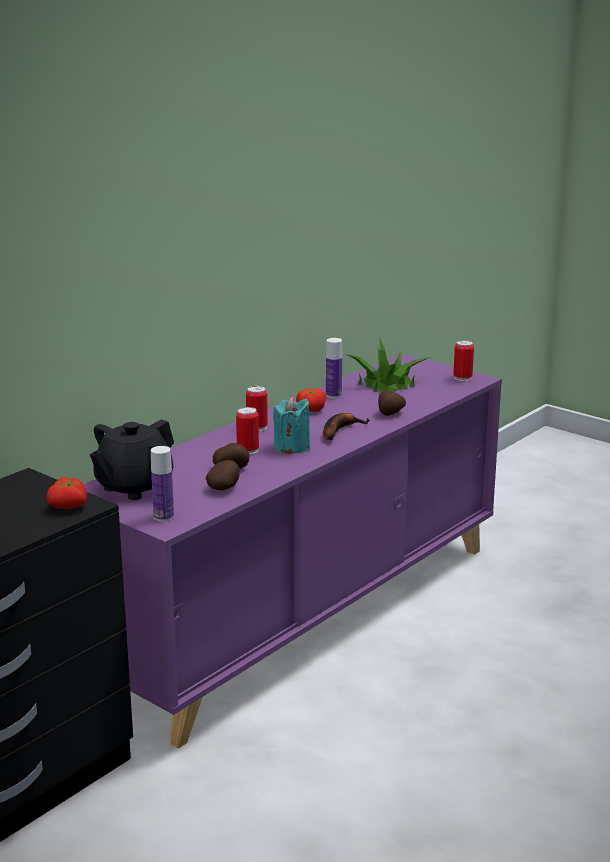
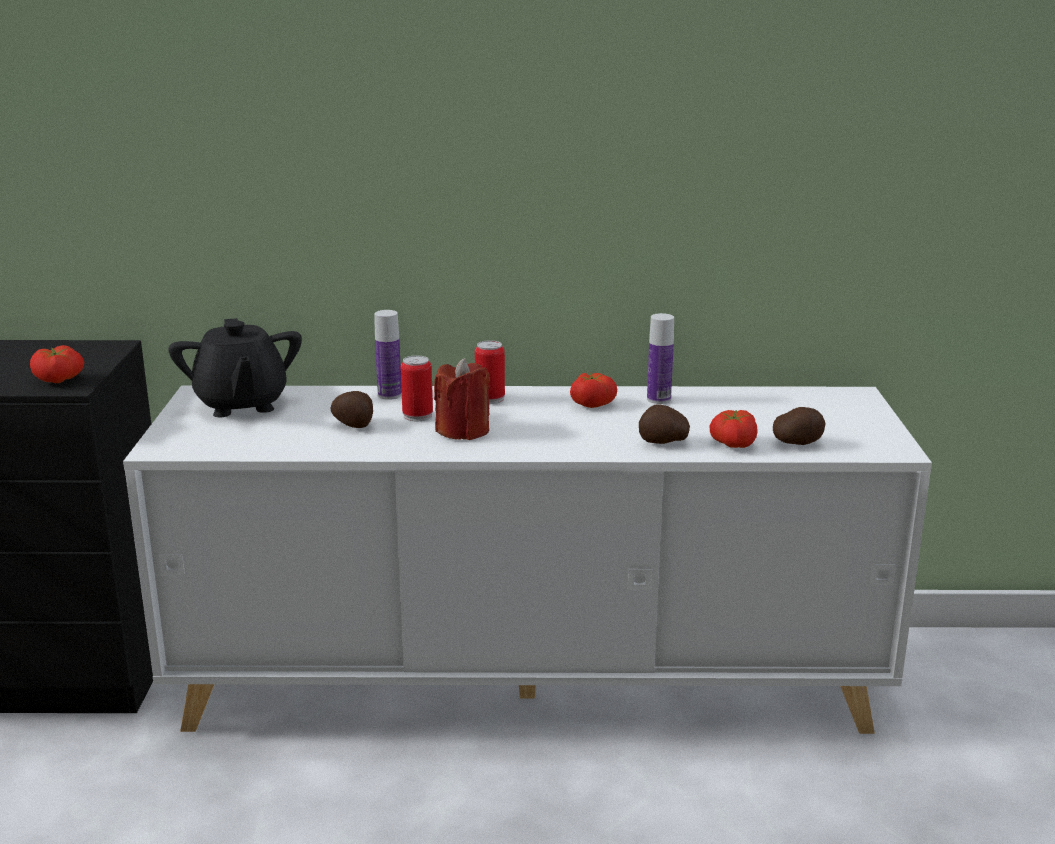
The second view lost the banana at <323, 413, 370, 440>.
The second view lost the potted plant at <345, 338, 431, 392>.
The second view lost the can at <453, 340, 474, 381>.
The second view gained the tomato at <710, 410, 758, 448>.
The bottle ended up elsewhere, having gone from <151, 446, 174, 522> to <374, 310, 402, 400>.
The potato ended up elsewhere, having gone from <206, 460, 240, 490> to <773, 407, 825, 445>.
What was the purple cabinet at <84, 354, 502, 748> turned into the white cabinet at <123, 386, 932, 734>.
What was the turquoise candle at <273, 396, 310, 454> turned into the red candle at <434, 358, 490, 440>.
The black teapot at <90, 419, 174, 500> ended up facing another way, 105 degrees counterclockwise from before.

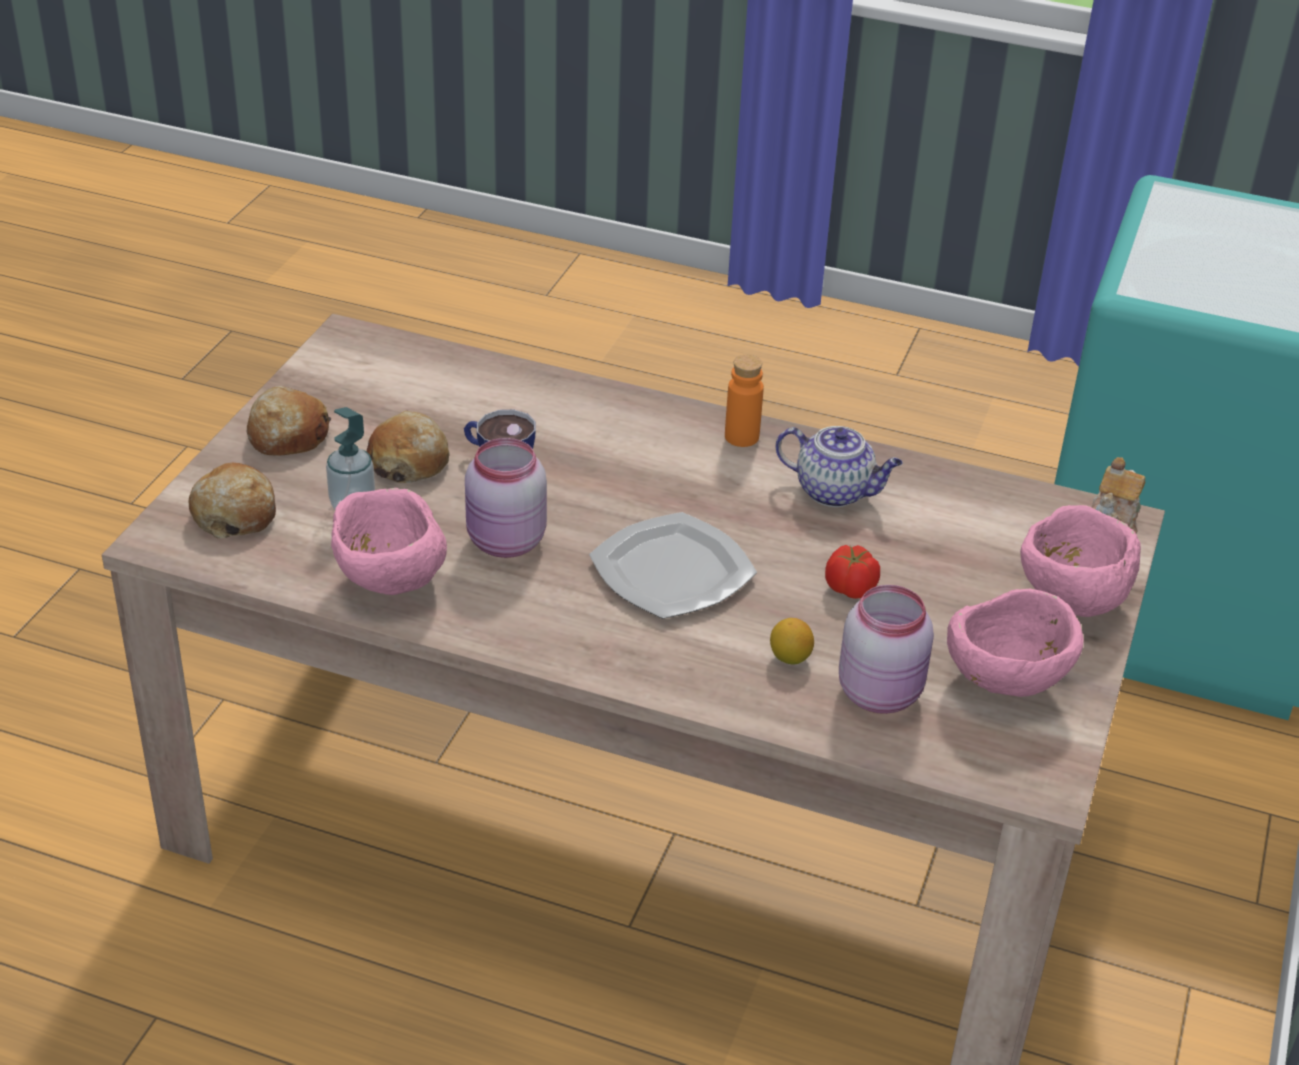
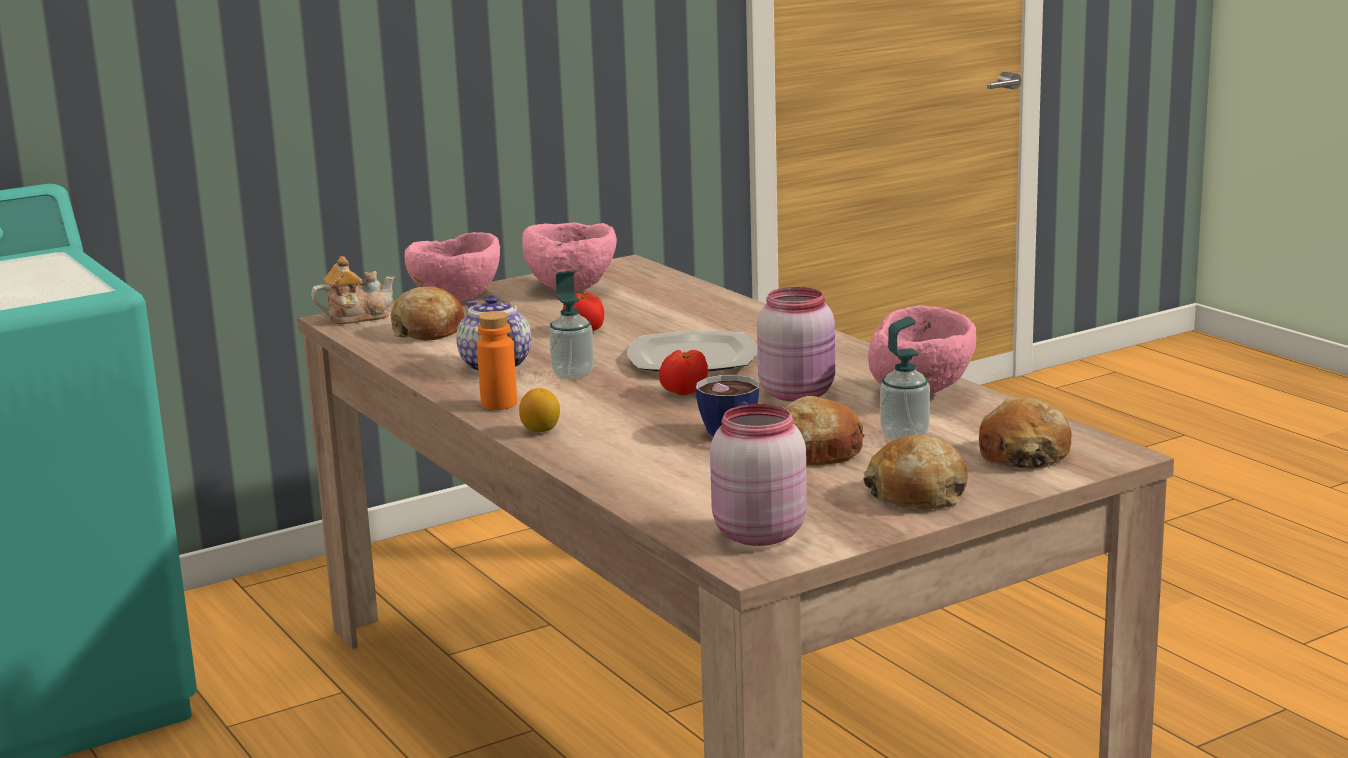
The second view gained the bread at <390, 286, 464, 341>.
The second view gained the soap dispenser at <549, 270, 594, 379>.
The second view gained the tomato at <659, 350, 708, 396>.
The lemon ended up elsewhere, having gone from <770, 618, 814, 665> to <519, 388, 560, 432>.
The pink jar ended up elsewhere, having gone from <839, 585, 934, 714> to <710, 404, 807, 546>.

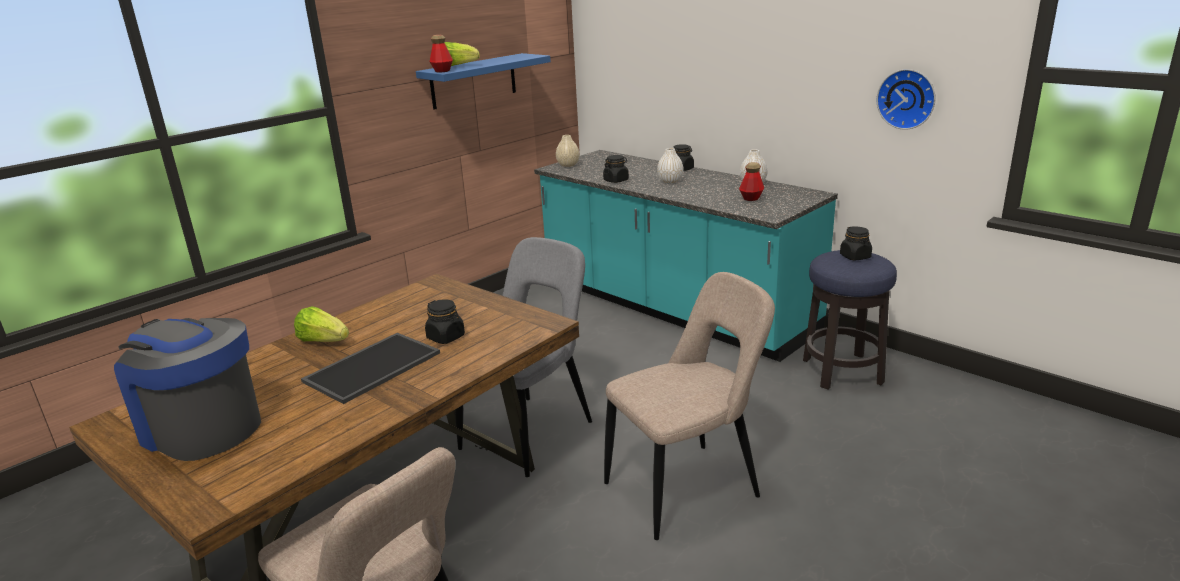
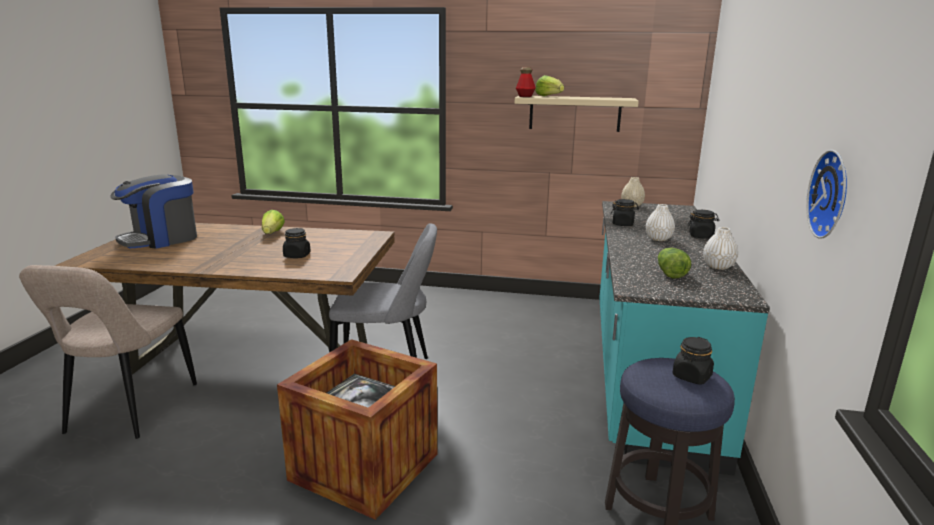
The second view lost the tray at <301, 333, 440, 404>.
Where the beige chair stood at <604, 272, 775, 540>, the crate came to stand at <277, 339, 437, 520>.
Where the bottle stood at <739, 162, 764, 201>, the lettuce came to stand at <658, 248, 691, 278>.
What was the blue shelf at <416, 53, 551, 110> turned into the beige shelf at <515, 96, 639, 132>.
The coffee machine at <114, 318, 261, 461> ended up facing another way, 135 degrees counterclockwise from before.

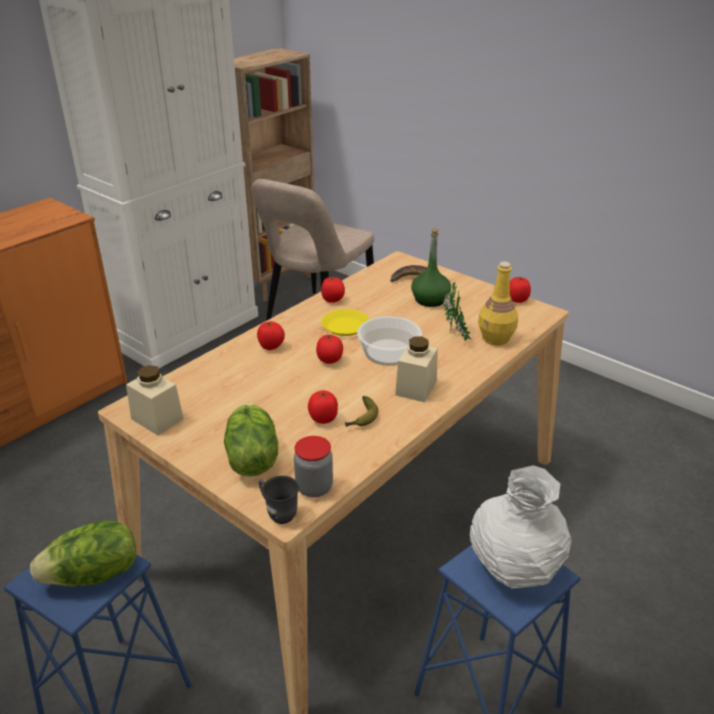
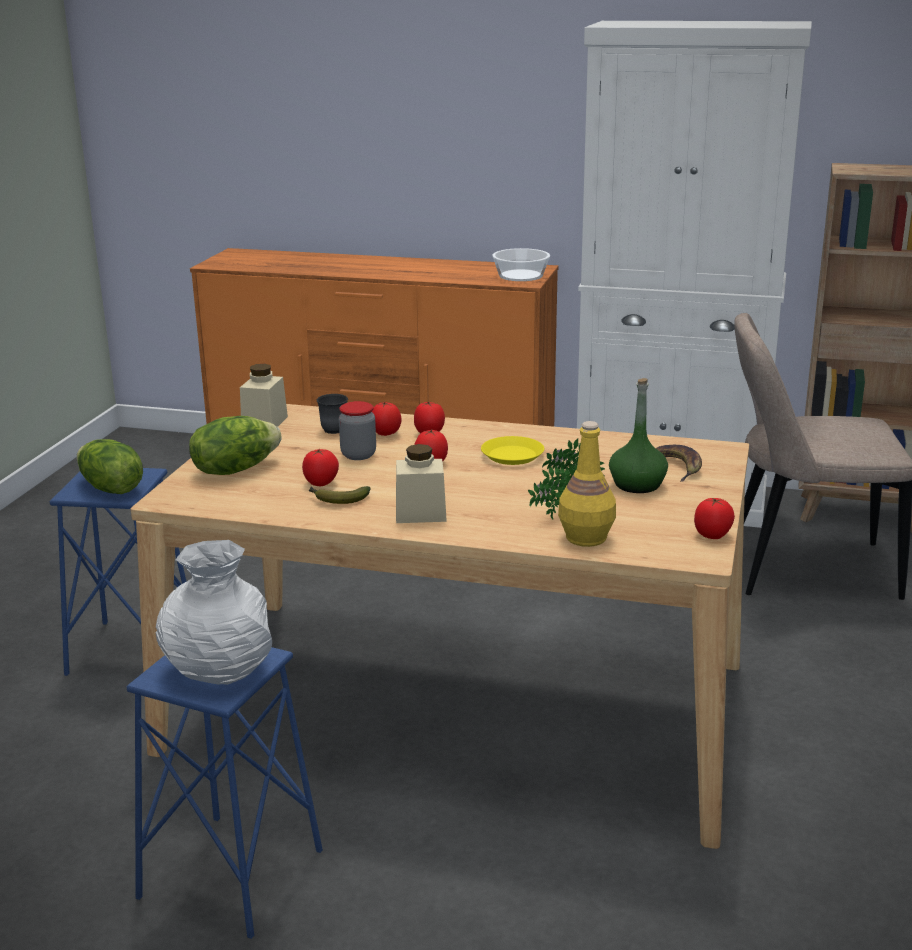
The grey mug ended up elsewhere, having gone from <259, 476, 299, 524> to <317, 394, 348, 434>.
The jar ended up elsewhere, having gone from <294, 436, 333, 497> to <339, 401, 376, 460>.
The tomato ended up elsewhere, having gone from <321, 277, 345, 303> to <372, 402, 401, 436>.
The bowl ended up elsewhere, having gone from <357, 316, 422, 366> to <492, 248, 550, 281>.

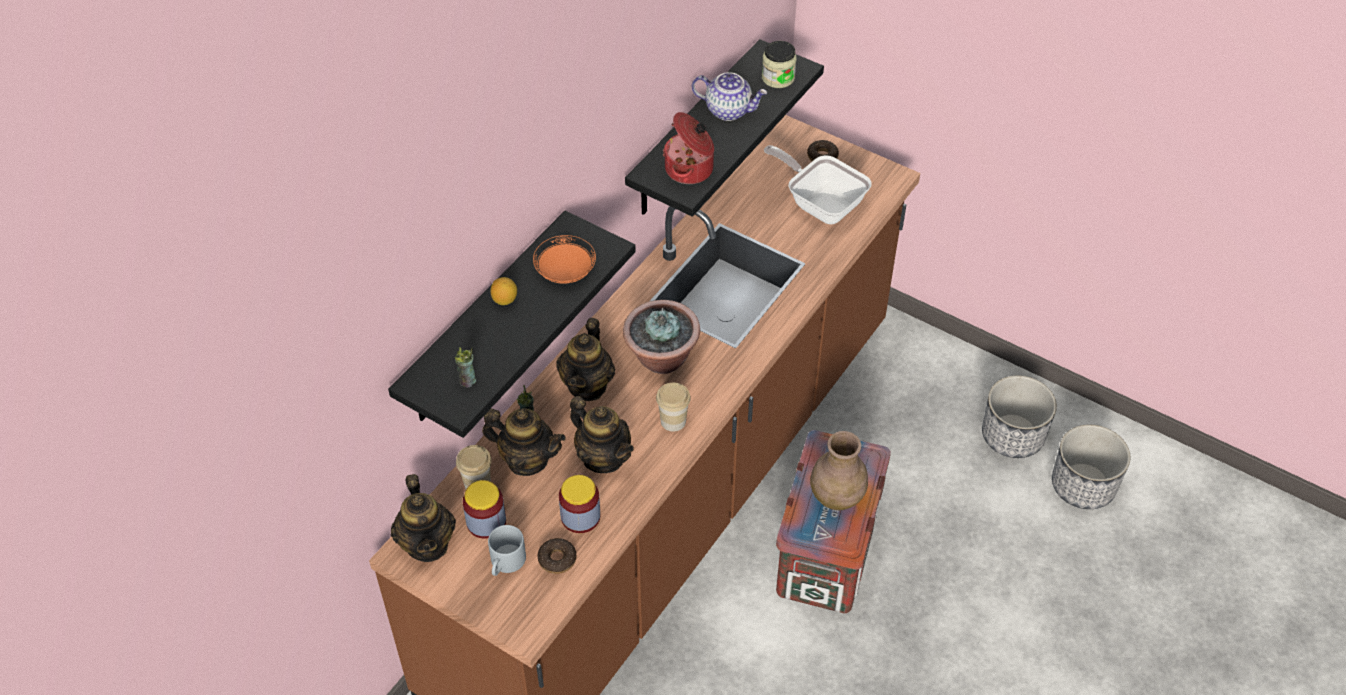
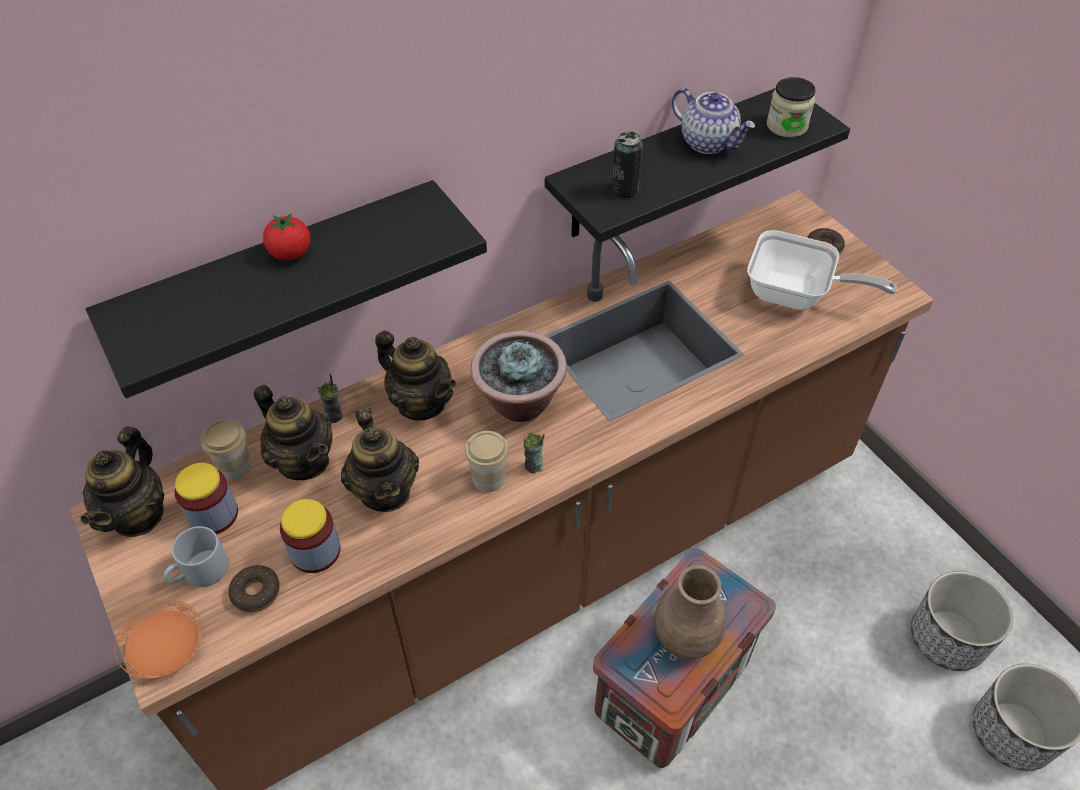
The cup ended up elsewhere, having gone from <455, 347, 476, 387> to <523, 429, 545, 474>.
The orange plate ended up elsewhere, having gone from <533, 235, 596, 284> to <115, 600, 203, 679>.
Where the lemon stood at <490, 277, 517, 305>, the tomato came to stand at <263, 213, 311, 260>.
Where the cooking pot stood at <663, 112, 714, 184>, the can came to stand at <612, 132, 643, 199>.
The teapot at <556, 318, 615, 401> ended up facing another way, 90 degrees counterclockwise from before.
The frying pan at <764, 145, 872, 224> ended up facing another way, 135 degrees clockwise from before.

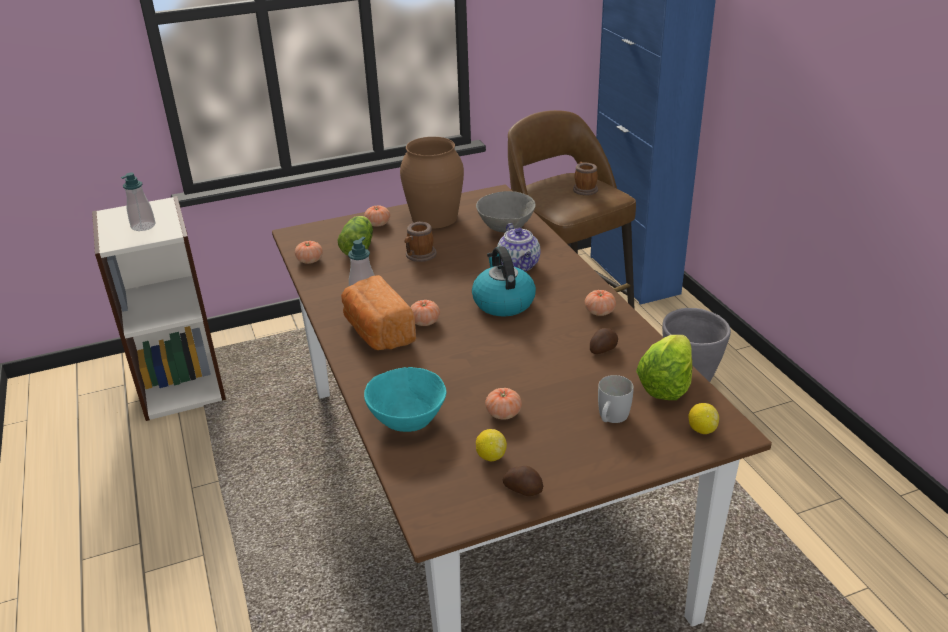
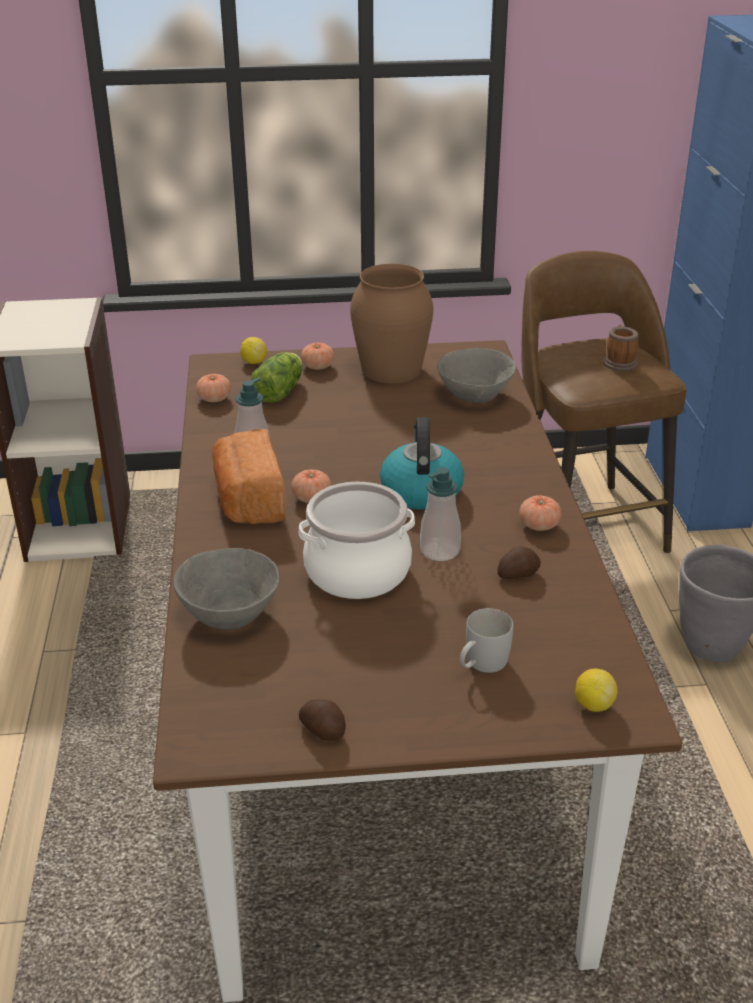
The second view lost the mug at <405, 222, 437, 262>.
The second view lost the tomato at <485, 388, 522, 420>.
The second view lost the teapot at <497, 223, 540, 271>.
The second view lost the lettuce at <636, 335, 692, 400>.
The second view gained the cooking pot at <299, 482, 415, 599>.
The soap dispenser ended up elsewhere, having gone from <121, 173, 156, 231> to <420, 467, 461, 561>.
The lemon ended up elsewhere, having gone from <476, 429, 507, 461> to <240, 337, 267, 364>.
What was the turquoise bowl at <364, 367, 446, 432> turned into the grey bowl at <173, 548, 279, 630>.

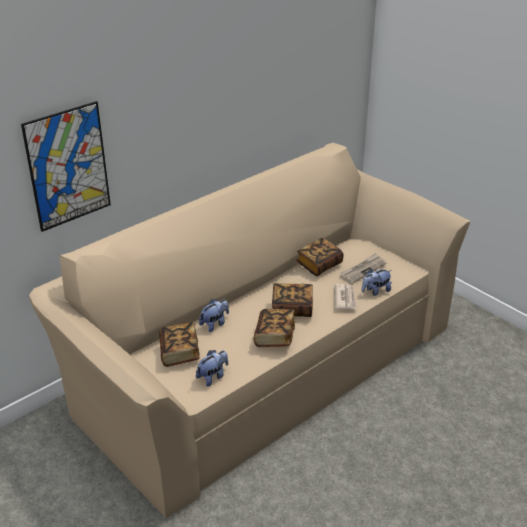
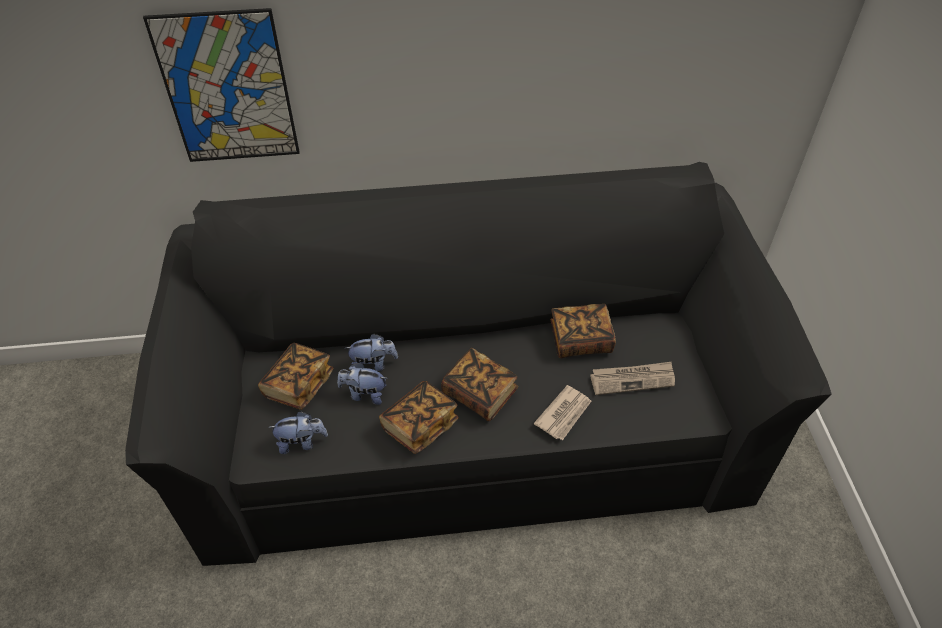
The plush toy ended up elsewhere, having gone from <362, 268, 392, 296> to <337, 362, 388, 405>.
What was the beige sofa at <29, 143, 471, 518> turned into the black sofa at <125, 162, 832, 566>.

